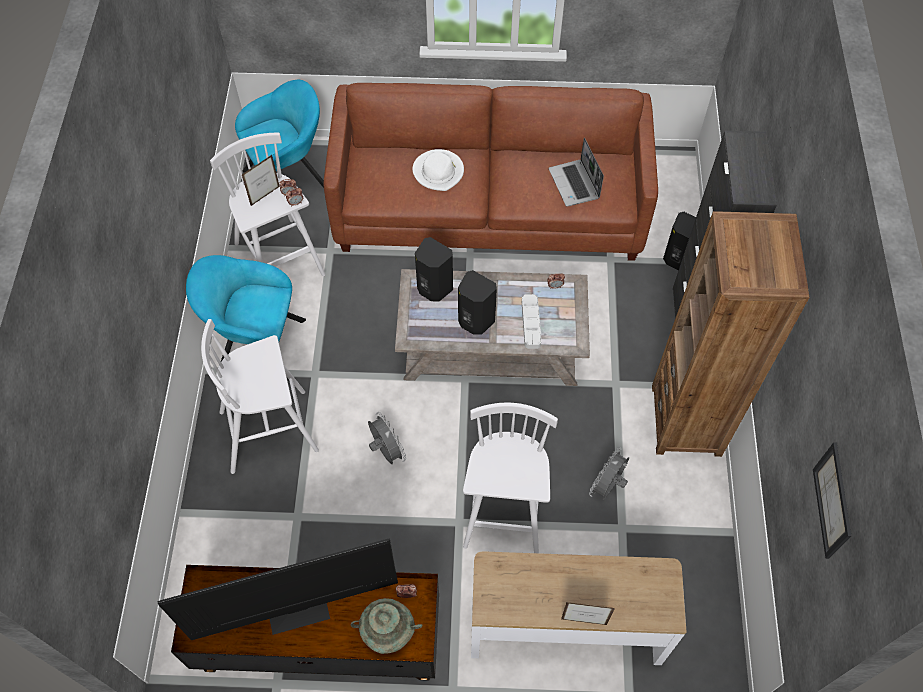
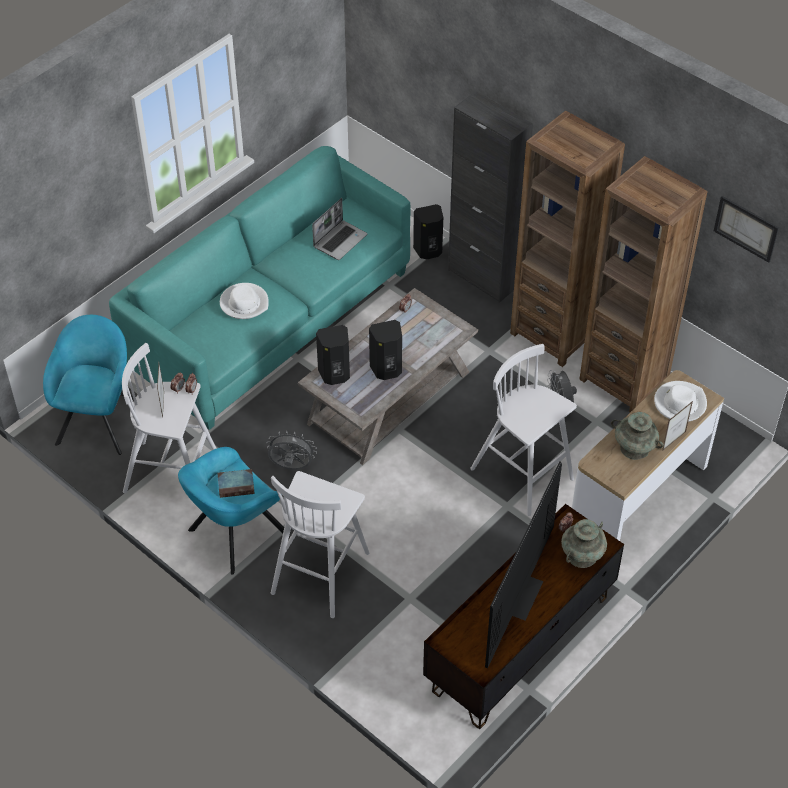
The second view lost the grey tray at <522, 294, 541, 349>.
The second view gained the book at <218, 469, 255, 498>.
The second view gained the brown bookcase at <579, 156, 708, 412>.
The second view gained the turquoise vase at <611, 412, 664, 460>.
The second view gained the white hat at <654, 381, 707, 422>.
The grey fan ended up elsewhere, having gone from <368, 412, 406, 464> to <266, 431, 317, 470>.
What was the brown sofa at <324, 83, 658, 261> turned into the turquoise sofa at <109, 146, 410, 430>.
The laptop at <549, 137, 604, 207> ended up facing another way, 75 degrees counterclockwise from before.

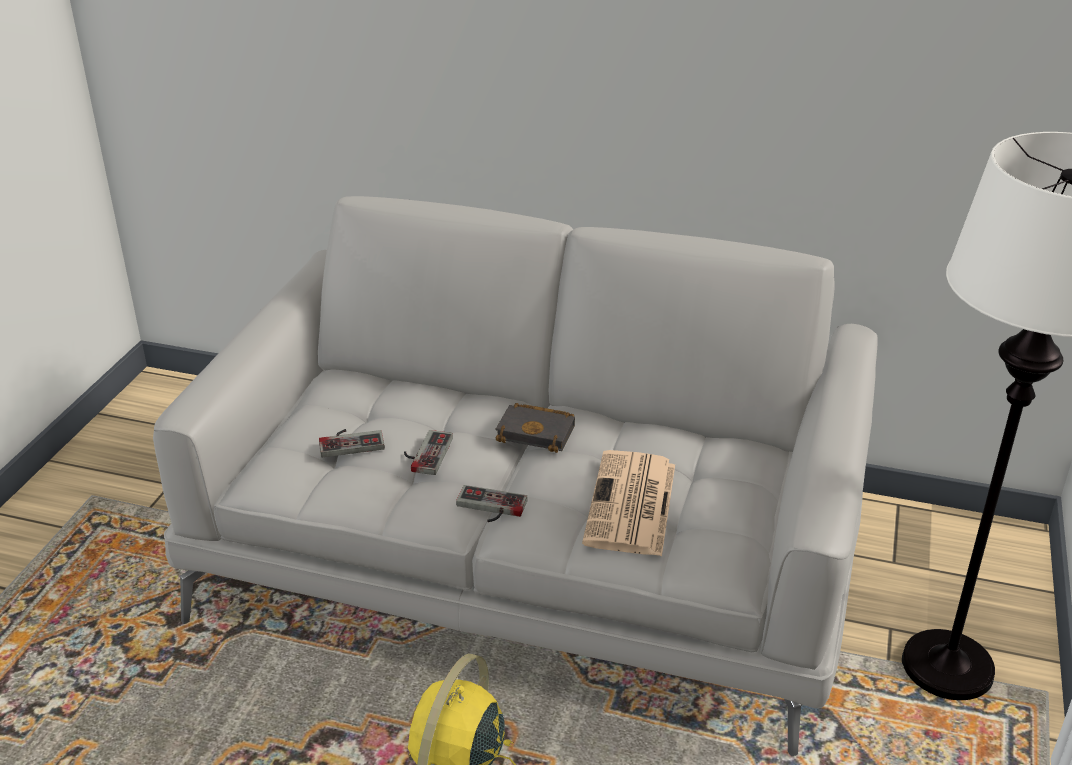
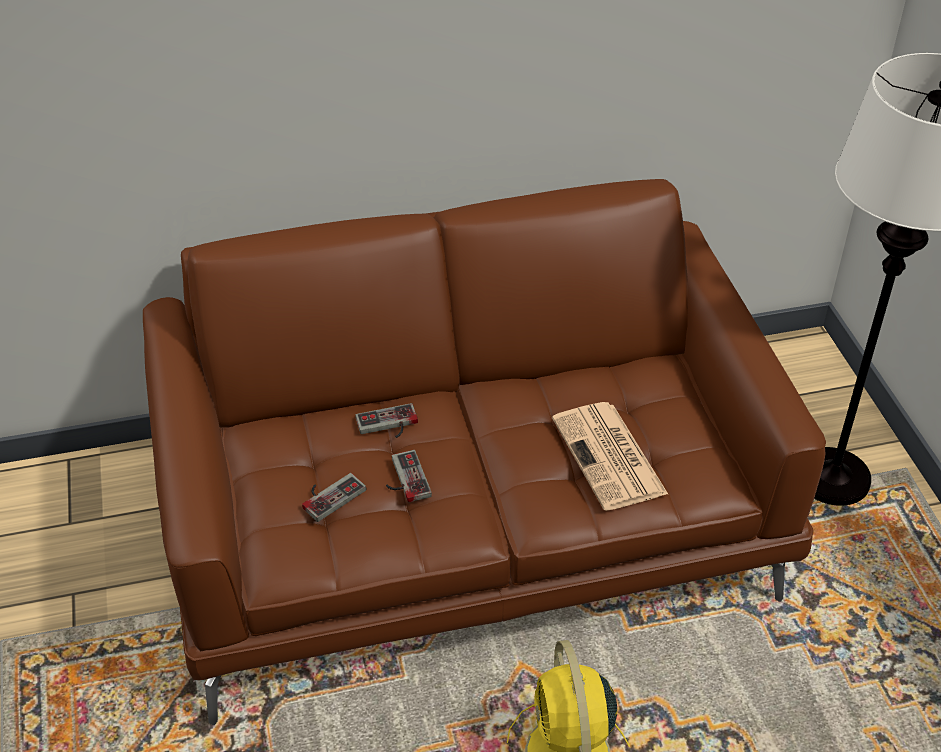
The second view lost the black book at <495, 403, 575, 453>.
The game controller ended up elsewhere, having gone from <456, 485, 528, 522> to <355, 403, 418, 438>.
What was the grey sofa at <153, 196, 877, 756> turned into the brown sofa at <143, 179, 826, 725>.

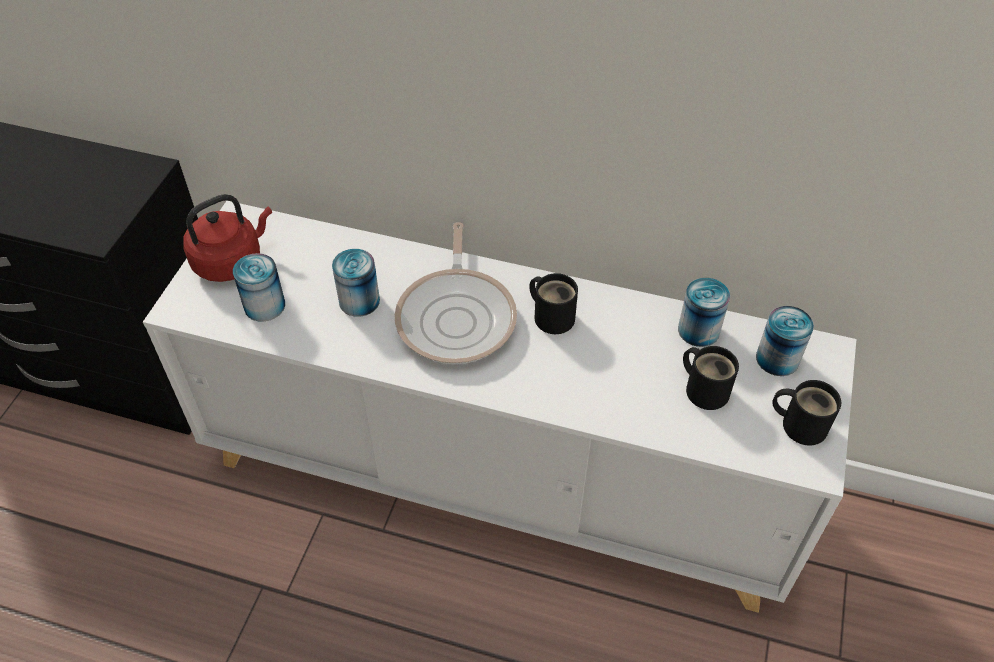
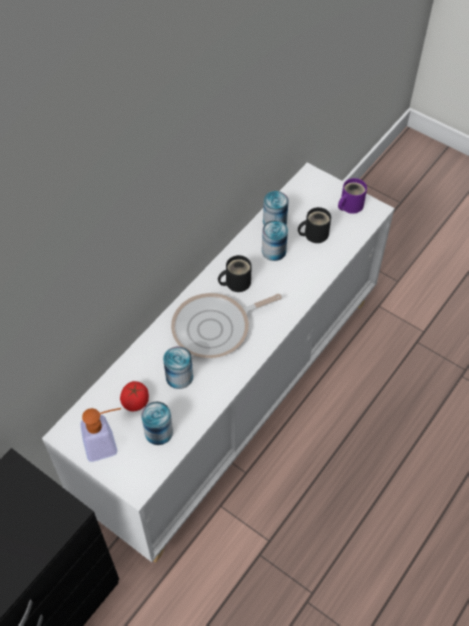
The second view gained the tomato at <120, 381, 149, 412>.
The can ended up elsewhere, having gone from <756, 306, 814, 376> to <262, 220, 288, 261>.
Where the red kettle stood at <183, 194, 272, 282>, the soap dispenser came to stand at <80, 408, 121, 462>.
What was the black mug at <772, 380, 841, 445> turned into the purple mug at <338, 178, 367, 214>.
The frying pan at <395, 222, 517, 364> ended up facing another way, 135 degrees clockwise from before.

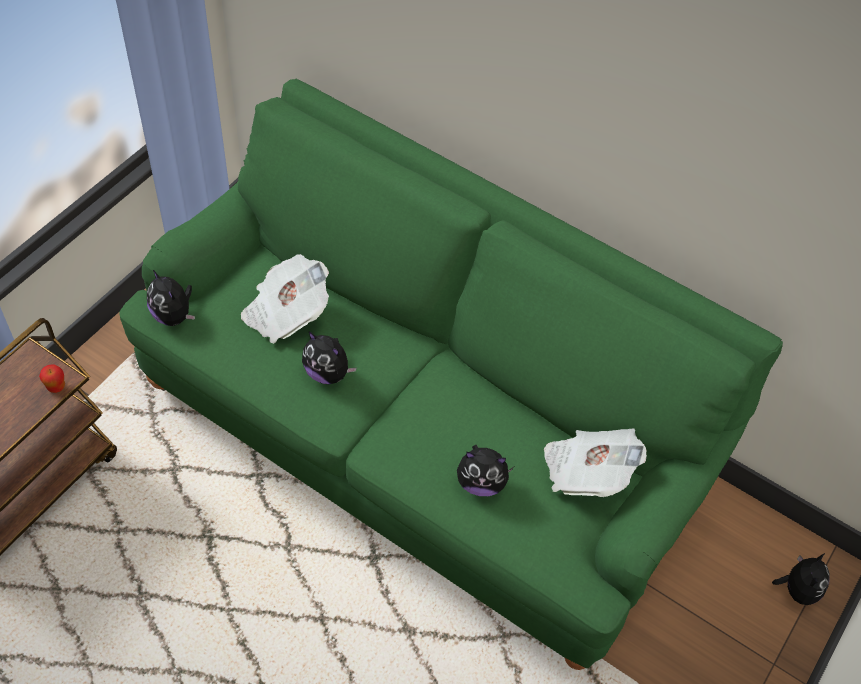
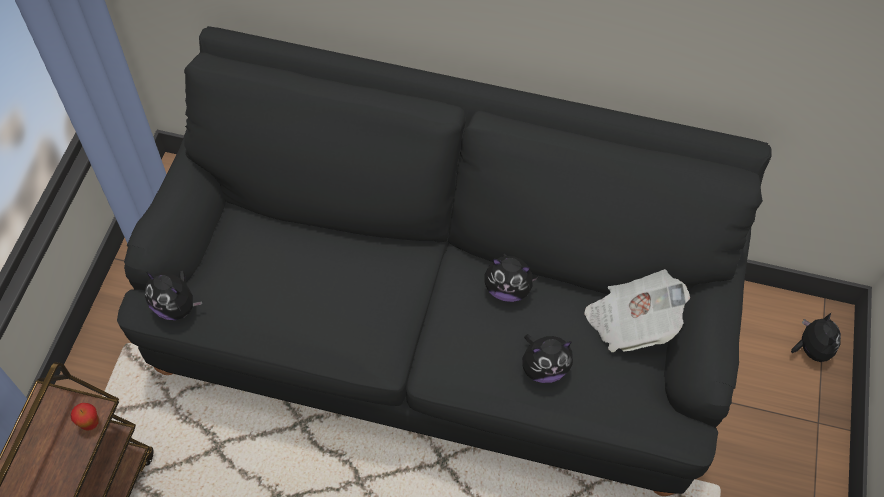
The second view lost the newspaper at <241, 254, 329, 344>.
The plush toy ended up elsewhere, having gone from <302, 331, 357, 384> to <485, 254, 539, 302>.
What was the green sofa at <119, 79, 783, 670> turned into the black sofa at <117, 26, 772, 496>.

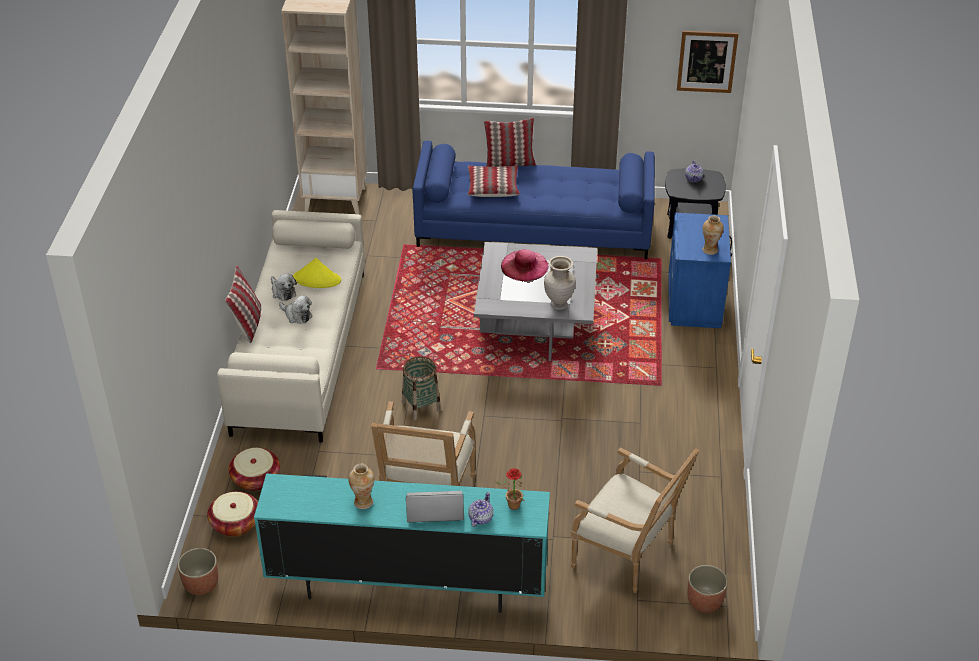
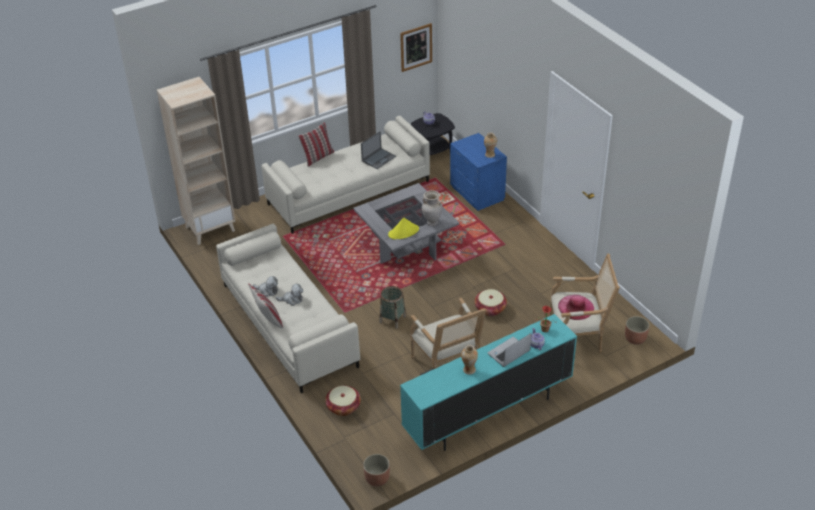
The second view lost the pillow at <467, 166, 520, 197>.
The second view gained the laptop at <361, 131, 396, 169>.
The basket ended up elsewhere, having gone from <207, 491, 258, 537> to <475, 289, 507, 316>.
The yellow hat ended up elsewhere, having gone from <293, 258, 341, 288> to <388, 218, 419, 239>.
The pink hat ended up elsewhere, having gone from <501, 249, 549, 281> to <558, 295, 594, 320>.
What was the blue sofa at <412, 140, 655, 259> turned into the beige sofa at <261, 116, 430, 234>.

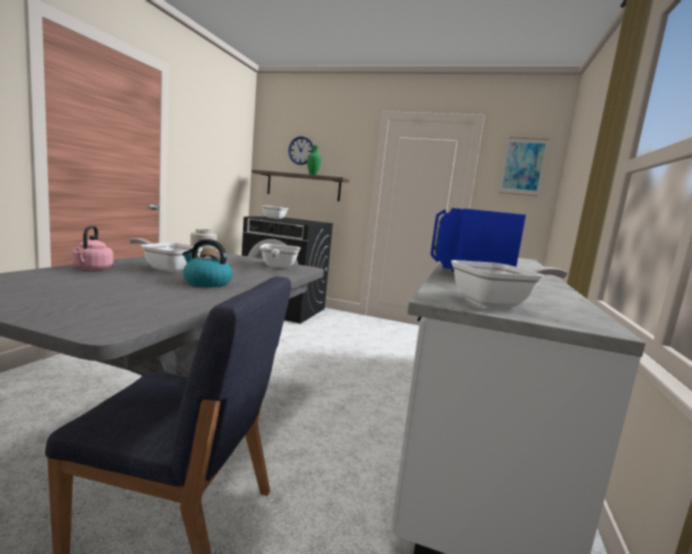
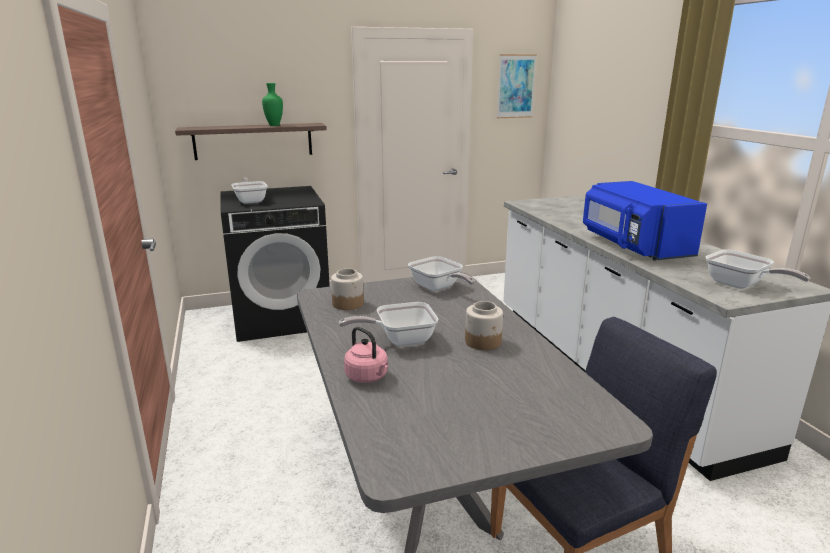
The second view lost the wall clock at <288, 136, 313, 165>.
Where the kettle stood at <182, 239, 232, 287>, the jar came to stand at <465, 301, 503, 350>.
The frying pan at <451, 260, 568, 307> ended up facing another way, 105 degrees clockwise from before.

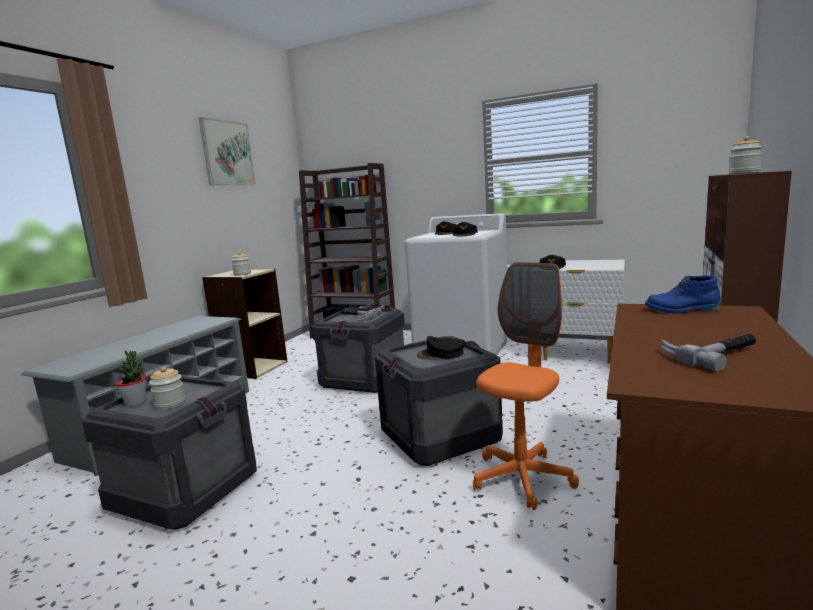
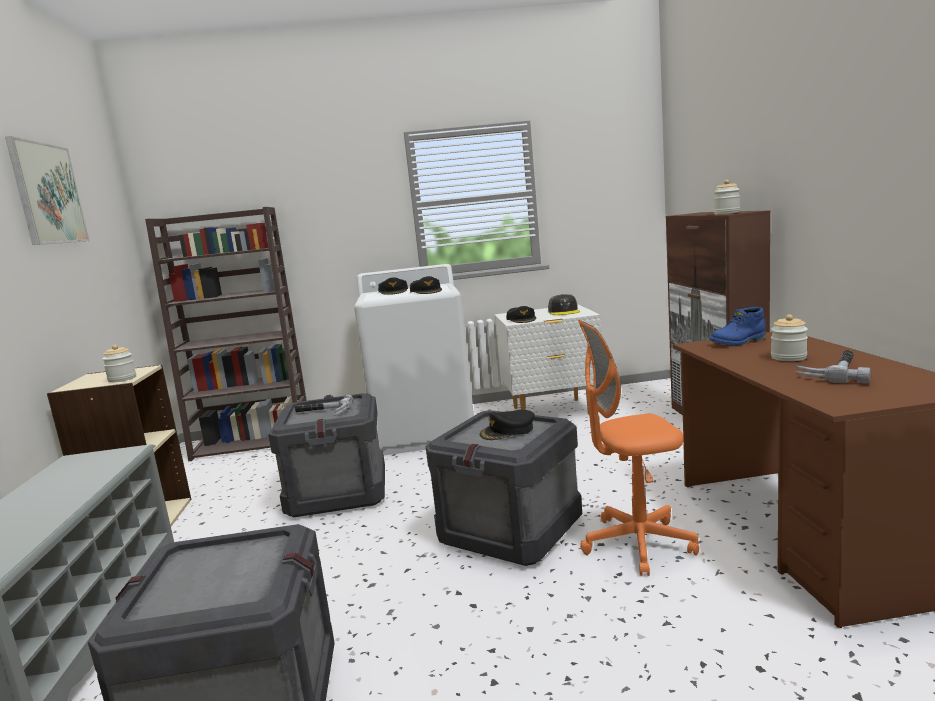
The second view lost the potted plant at <115, 351, 147, 406>.
The second view gained the grey cap at <548, 294, 580, 315>.
The jar ended up elsewhere, having gone from <149, 366, 185, 410> to <771, 314, 808, 361>.
The orange office chair at <473, 262, 579, 510> ended up facing another way, 105 degrees counterclockwise from before.

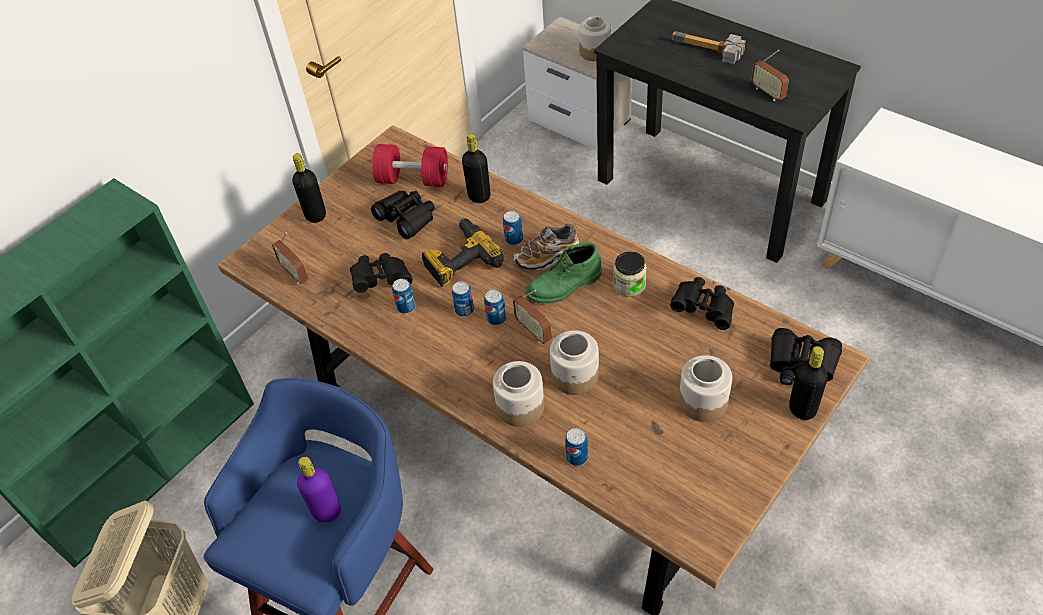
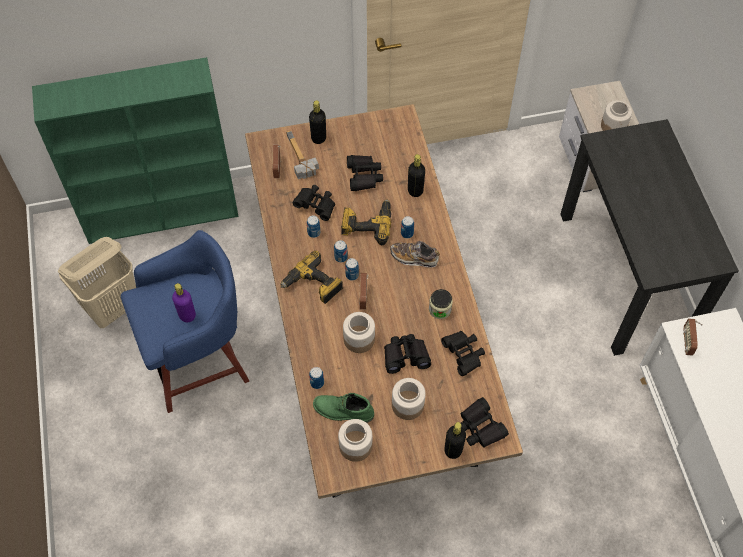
The second view lost the red dumbbell at <372, 144, 448, 187>.
The second view gained the power drill at <280, 250, 343, 304>.
The second view gained the black binoculars at <384, 334, 431, 374>.
The jar ended up elsewhere, having gone from <493, 361, 544, 427> to <338, 419, 372, 462>.
The green boot ended up elsewhere, having gone from <526, 242, 602, 304> to <313, 393, 374, 423>.
The hammer ended up elsewhere, having gone from <672, 31, 746, 64> to <286, 130, 319, 179>.
The radio ended up elsewhere, having gone from <751, 50, 789, 101> to <683, 318, 703, 356>.

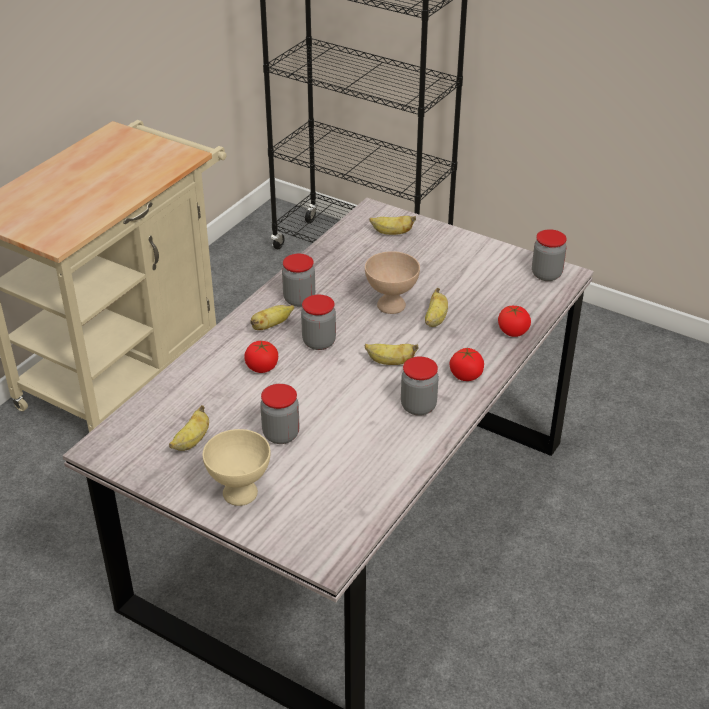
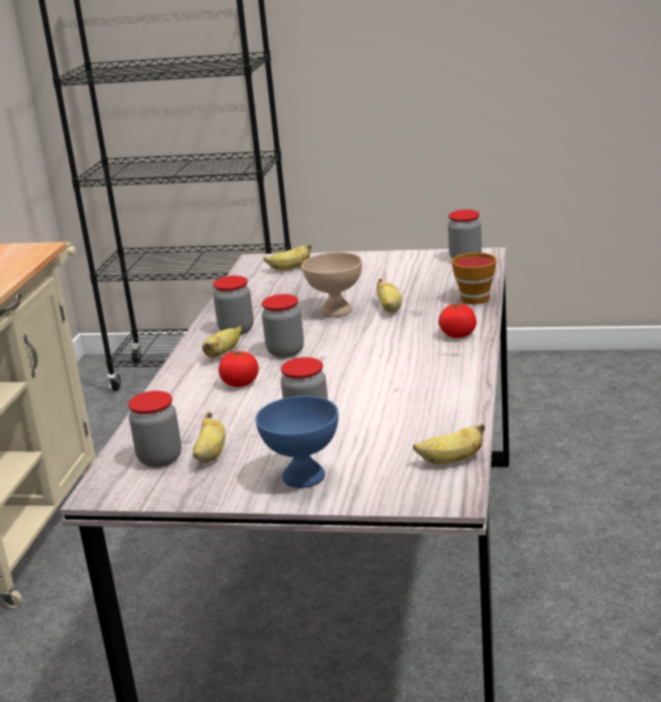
The banana ended up elsewhere, having gone from <365, 344, 419, 365> to <413, 424, 485, 464>.
The jar ended up elsewhere, having gone from <401, 357, 439, 416> to <128, 391, 182, 467>.
Where the tomato stood at <498, 306, 531, 337>, the cup came to stand at <451, 252, 497, 304>.
What was the beige bowl at <203, 429, 271, 506> turned into the blue bowl at <256, 396, 338, 488>.

